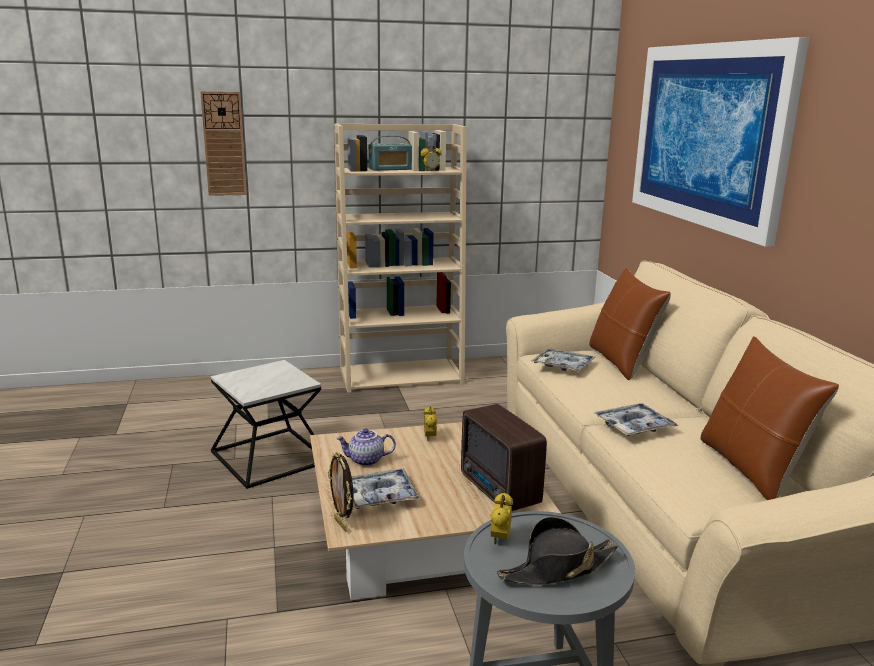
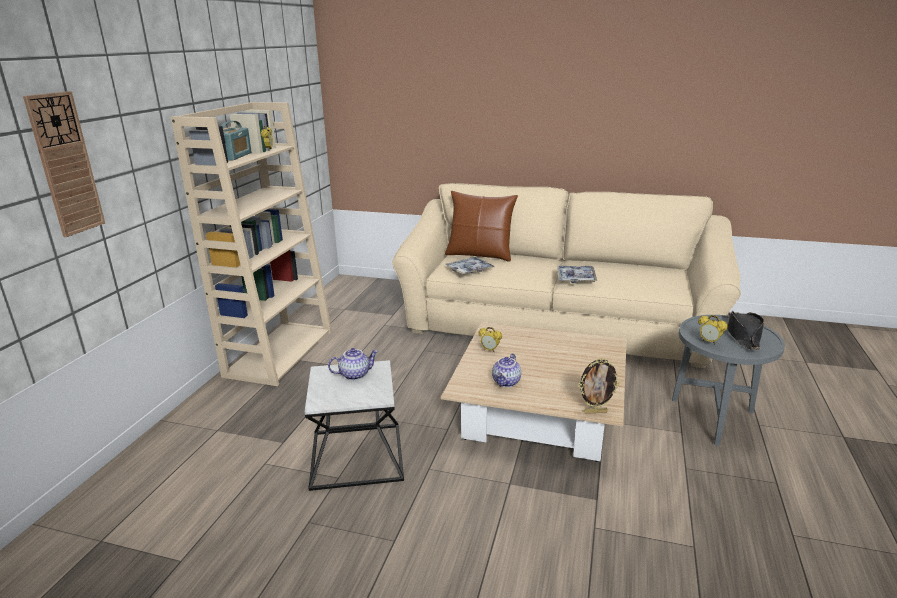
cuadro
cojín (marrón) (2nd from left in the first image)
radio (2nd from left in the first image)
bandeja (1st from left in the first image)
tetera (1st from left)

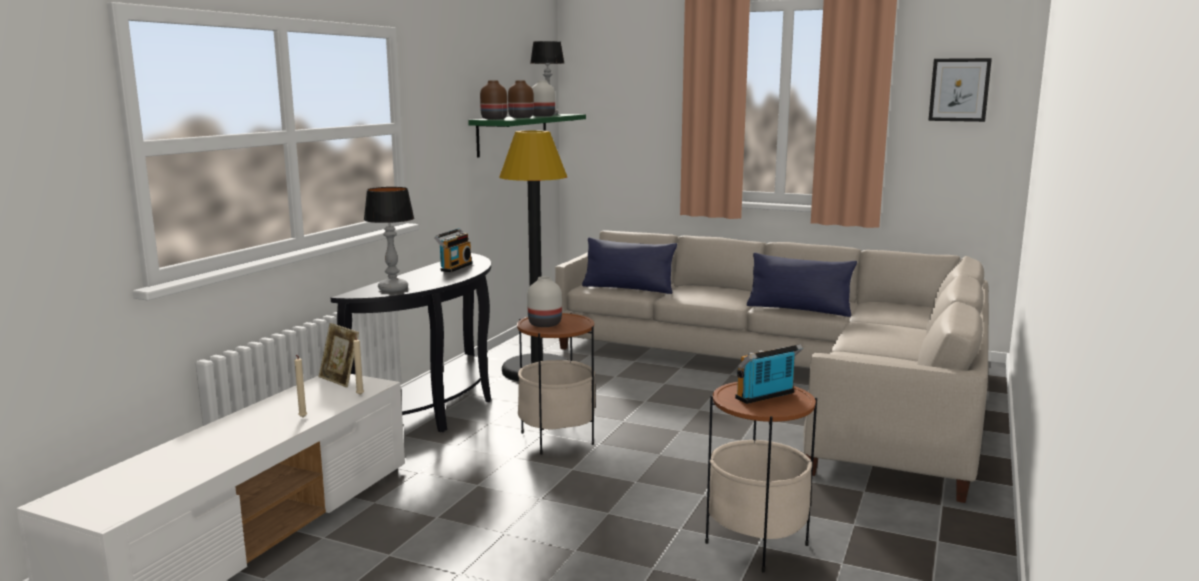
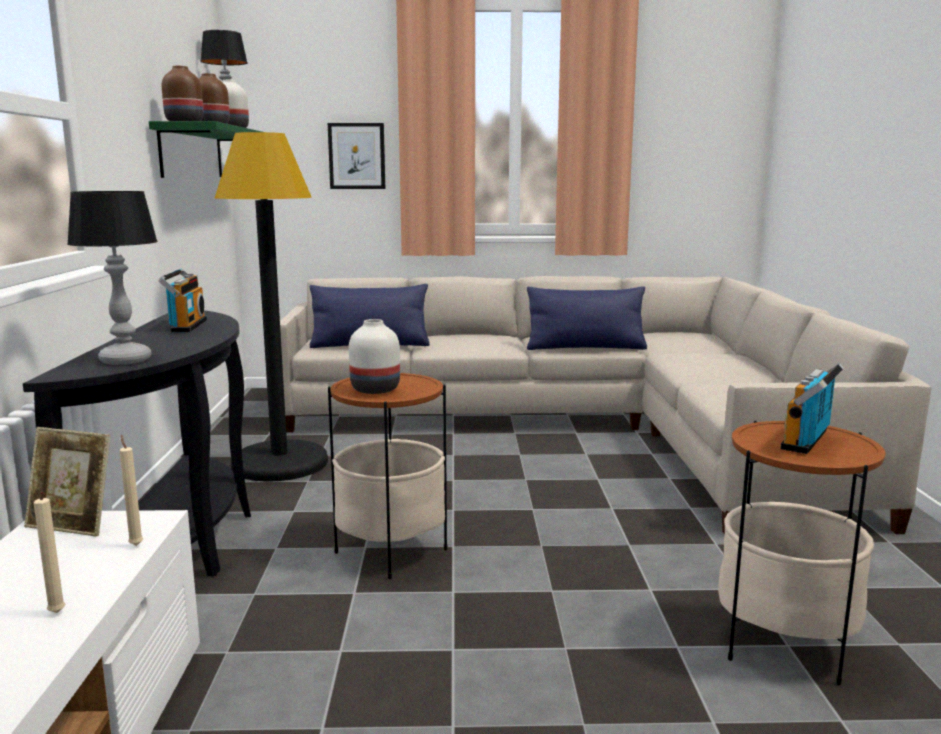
cuadro

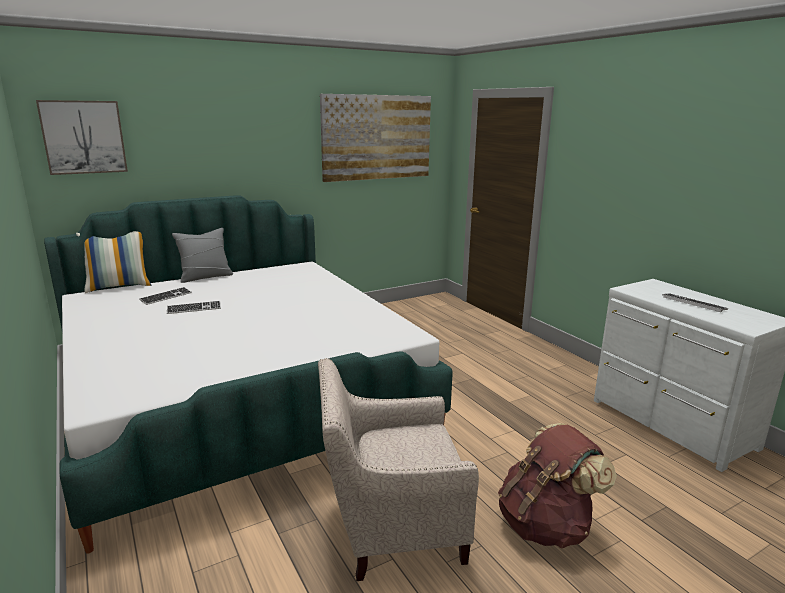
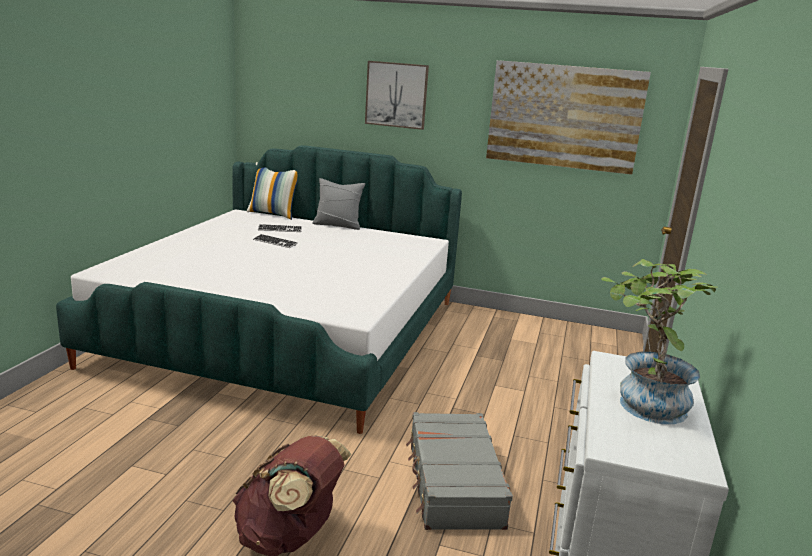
cuadro (1st from left)
planta en maceta
sillón (beis)
maleta (gris)

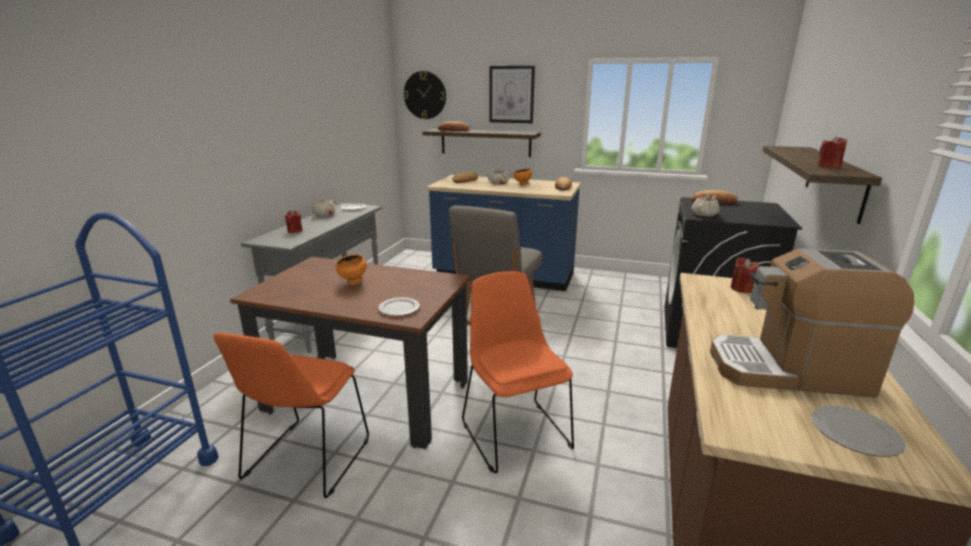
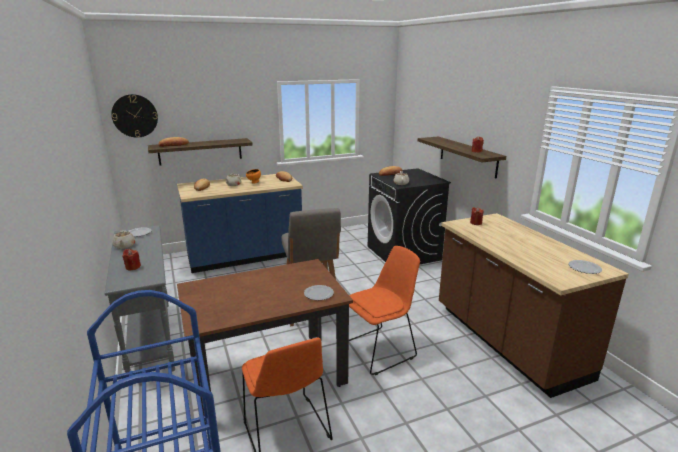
cuadro
cafetera
cuenco (naranja) (1st from left in the first image)
silla (naranja) (2nd from left)

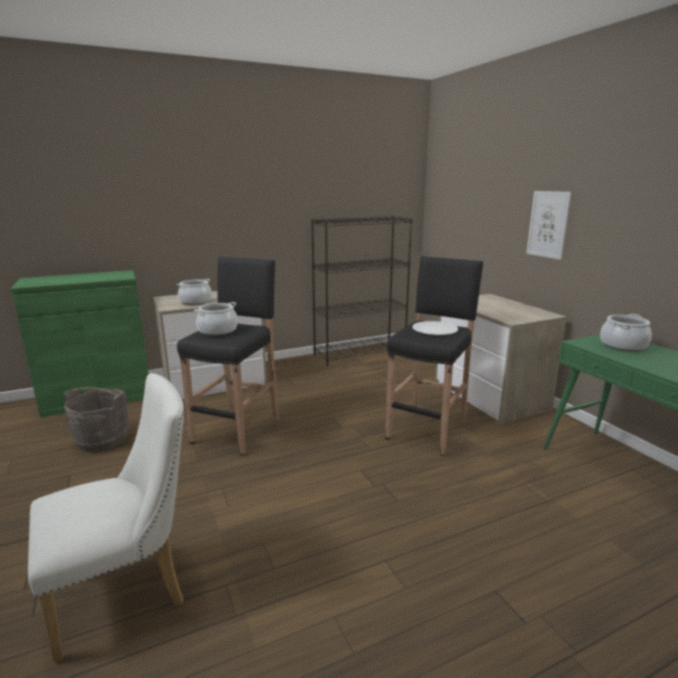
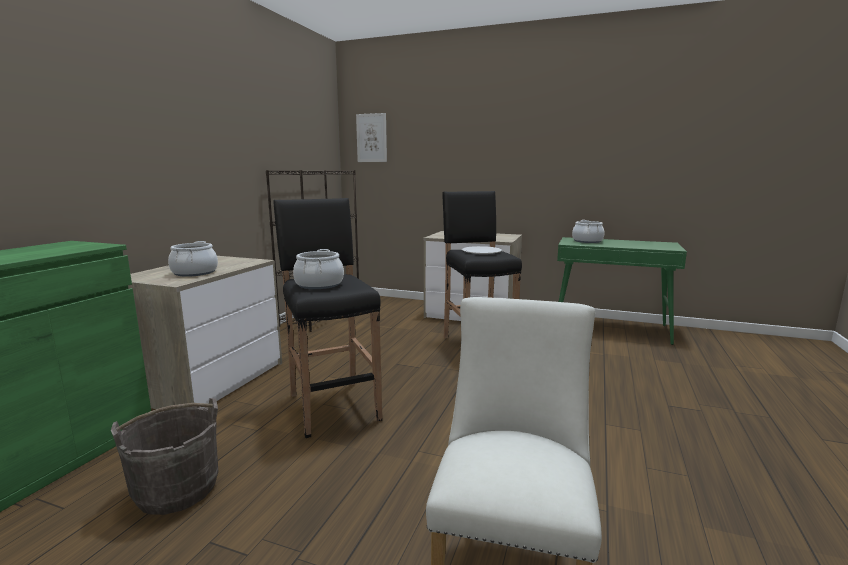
cuadro

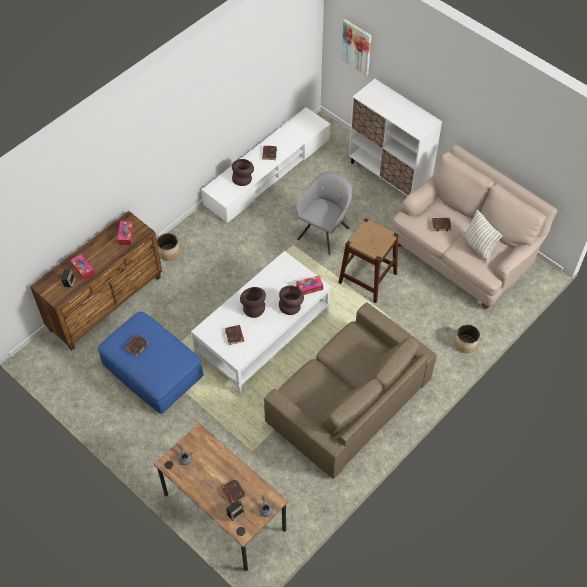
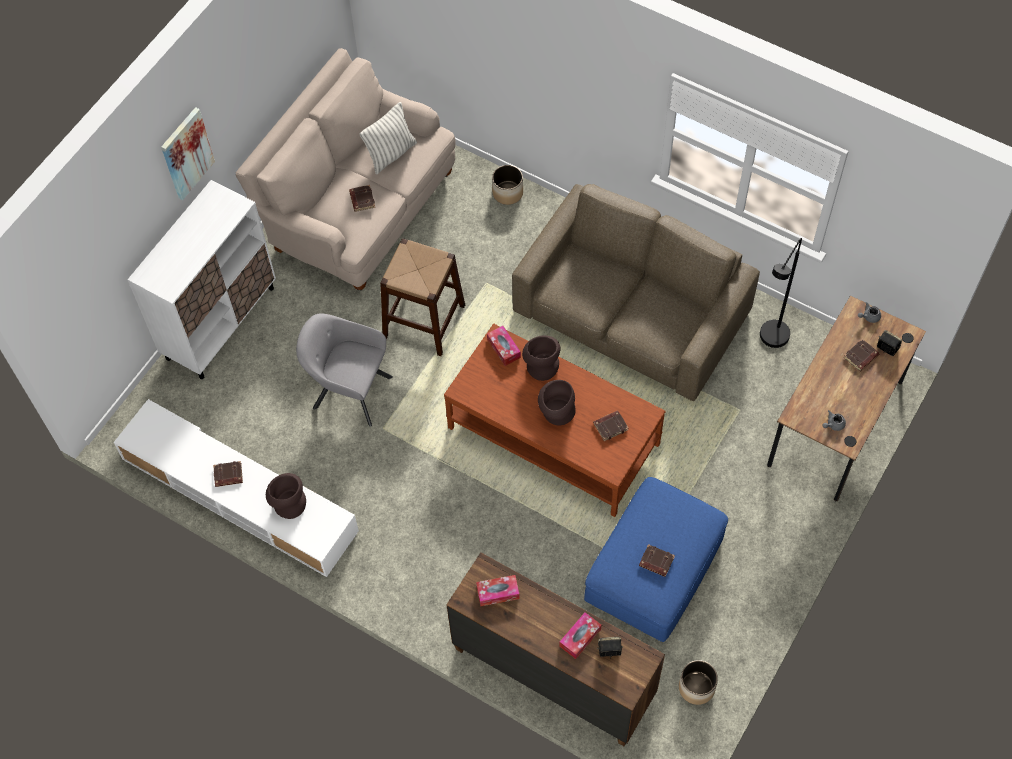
cuadro
maceta (2nd from left)
mesa de centro (marrón)
lámpara de pie (negro)

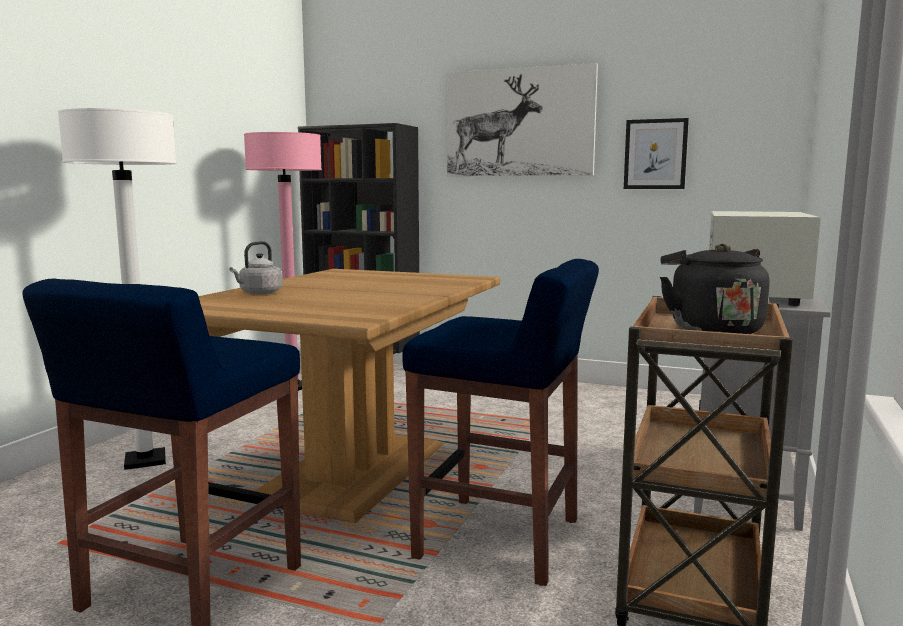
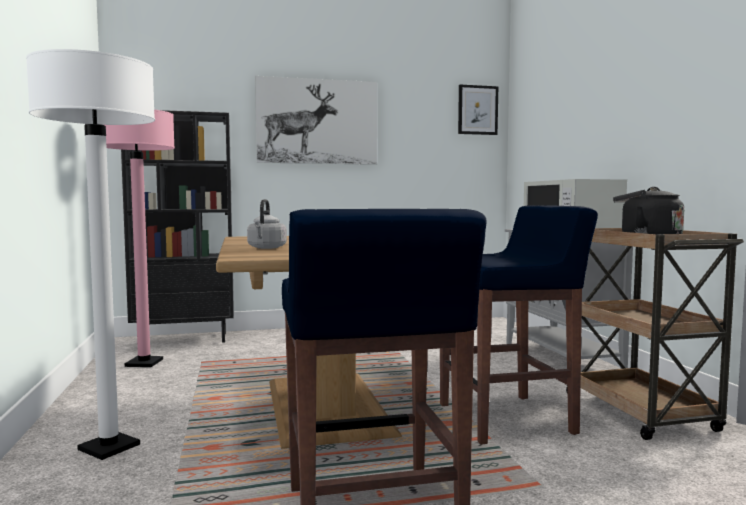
cuadro (2nd from left)

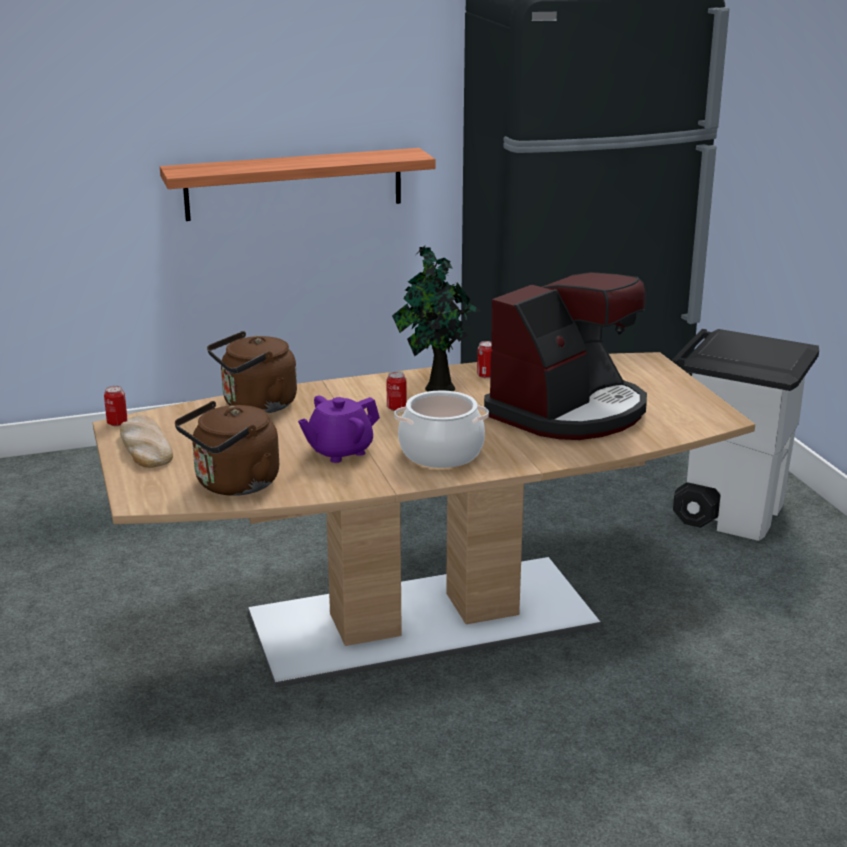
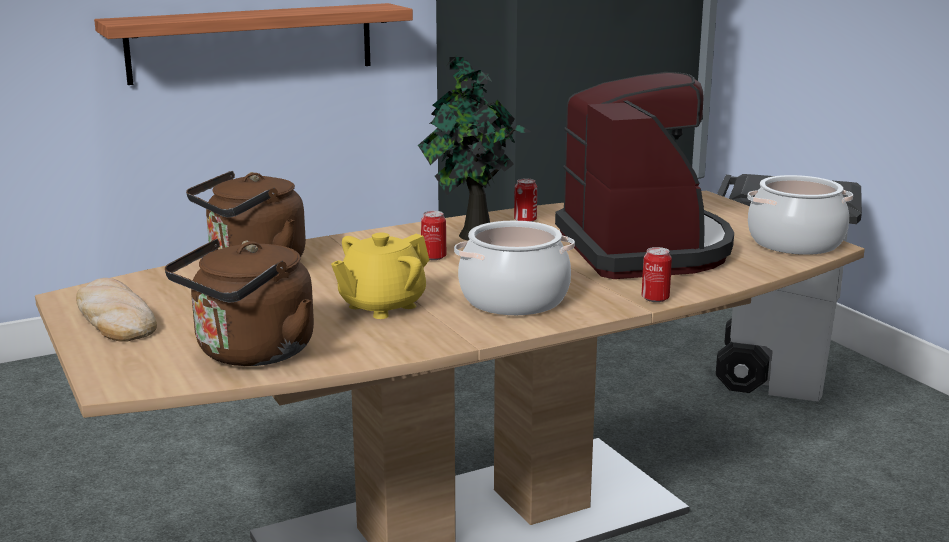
cafetera
lata (3rd from left)
tetera (amarillo)
olla (2nd from left)

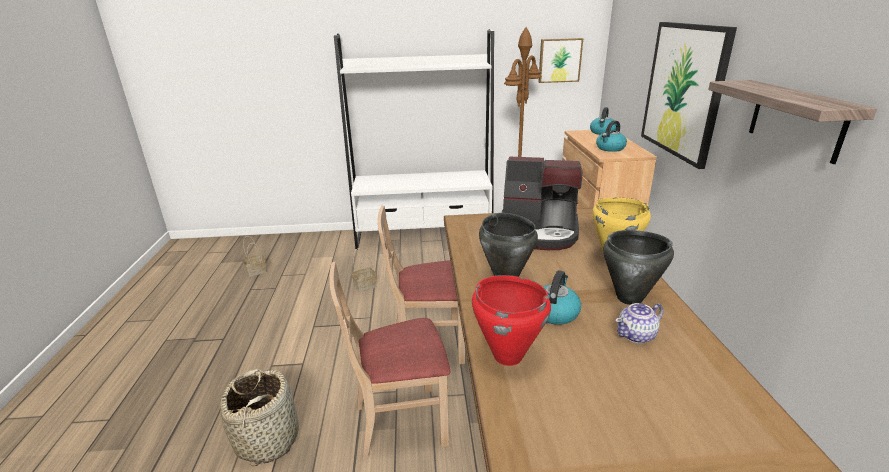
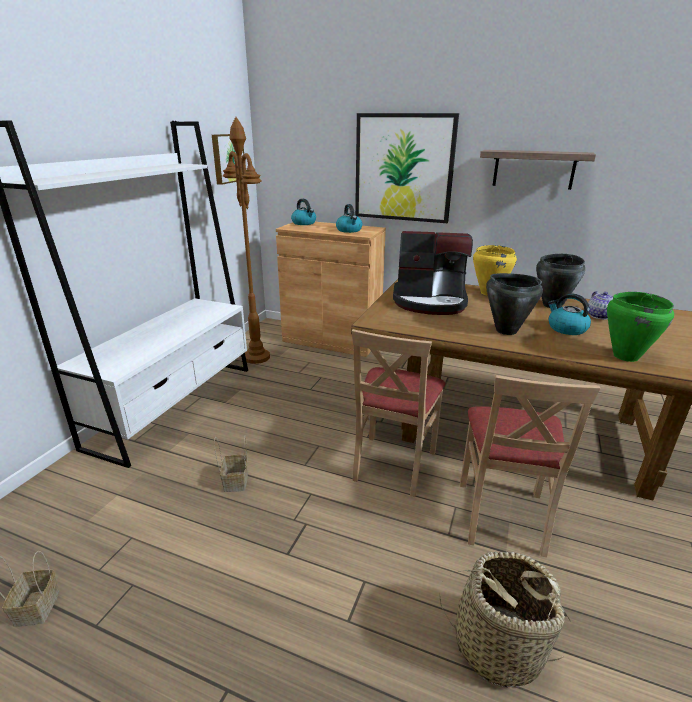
cafetera
olla (verde)

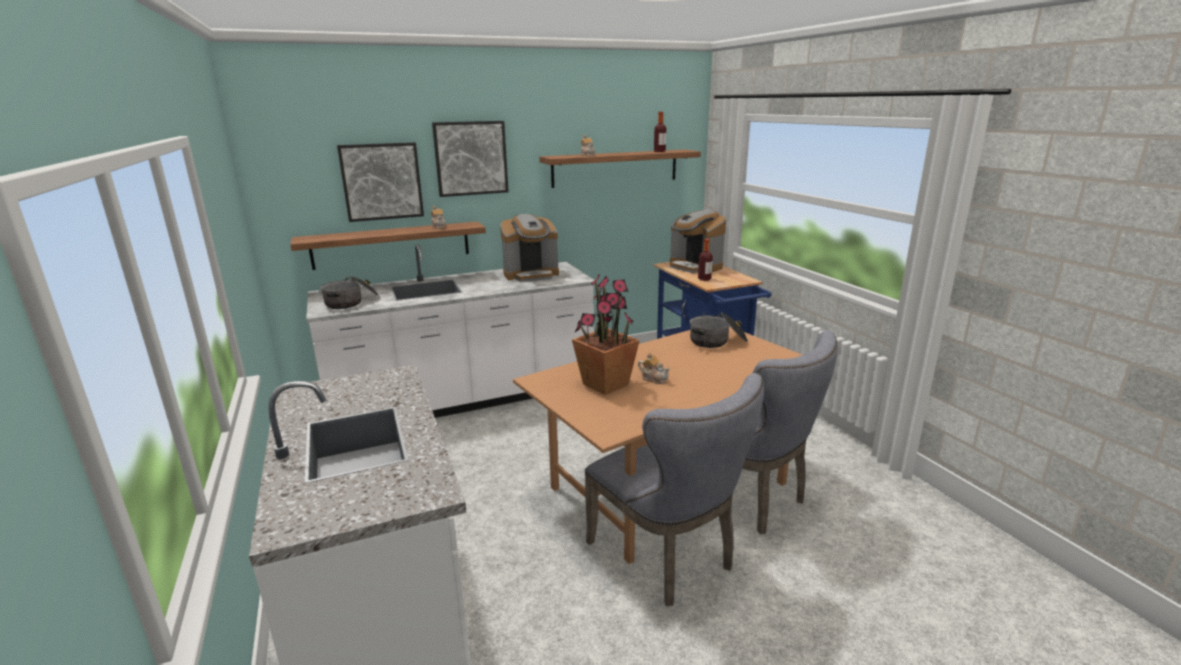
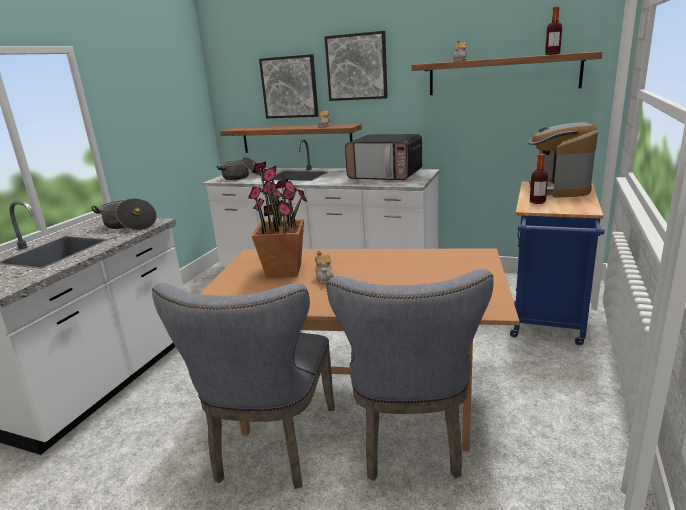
microondas
olla (1st from left)

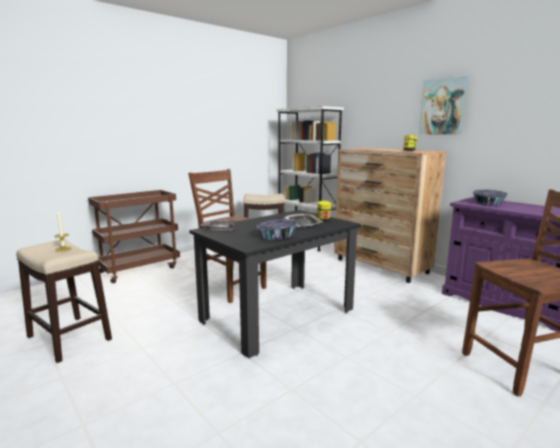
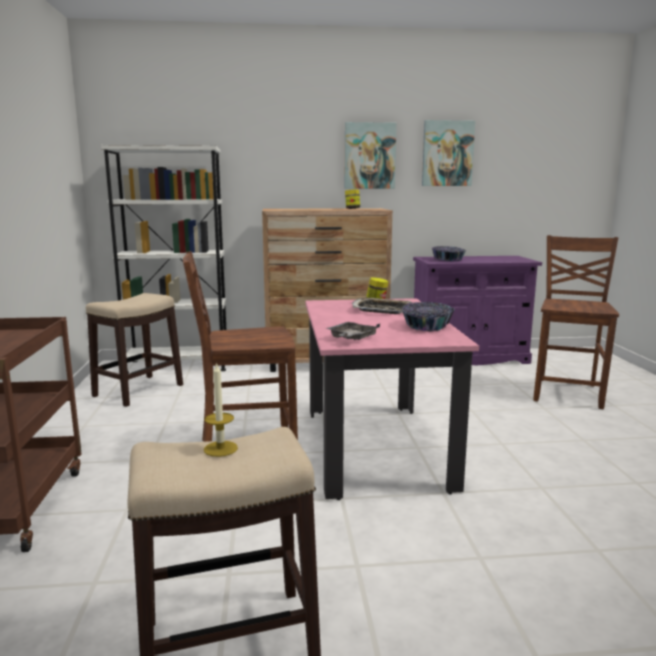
mesa de comedor (rosa)
cuadro (2nd from left)

